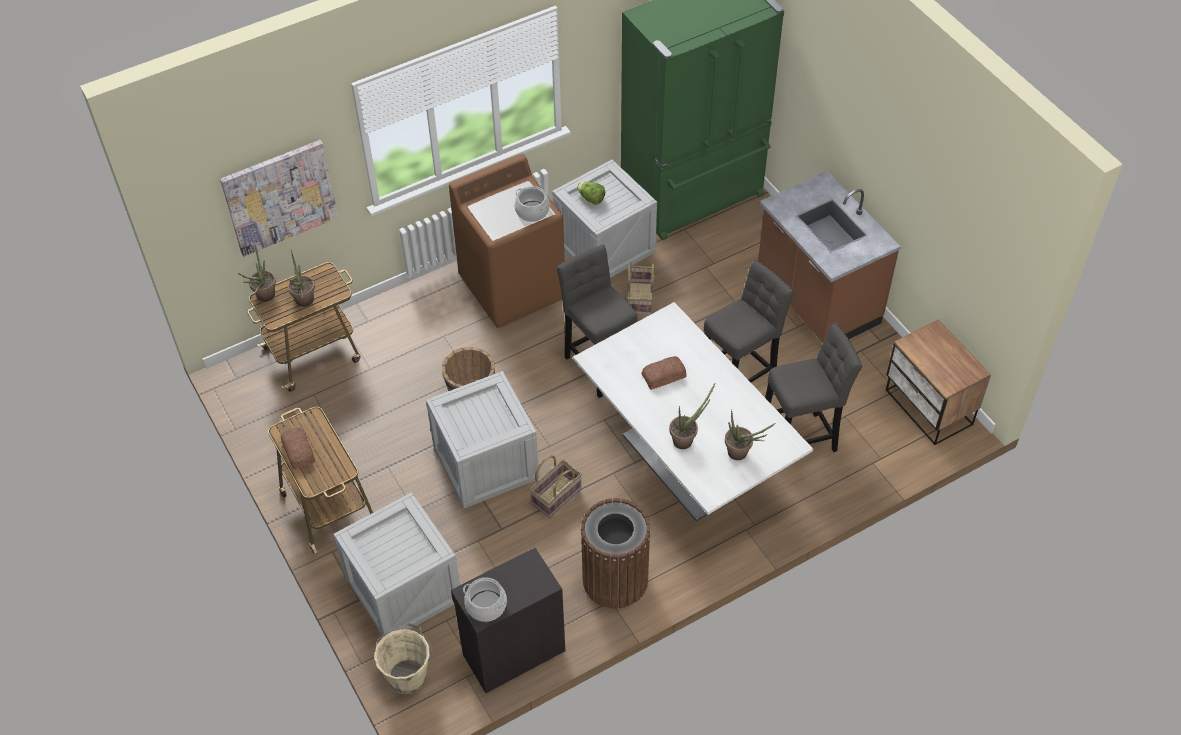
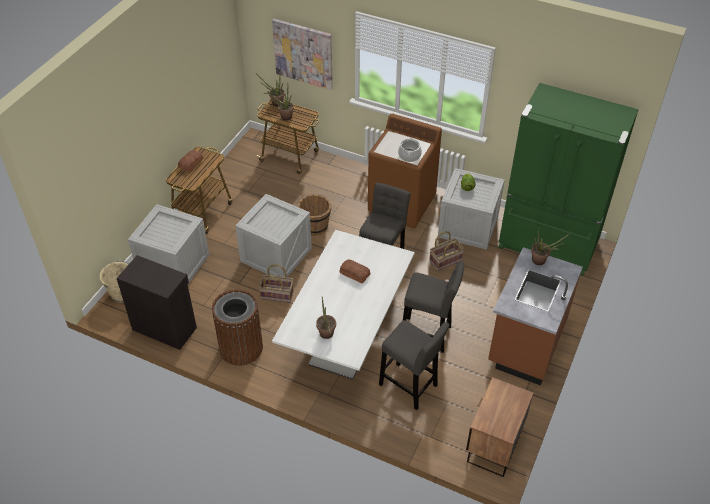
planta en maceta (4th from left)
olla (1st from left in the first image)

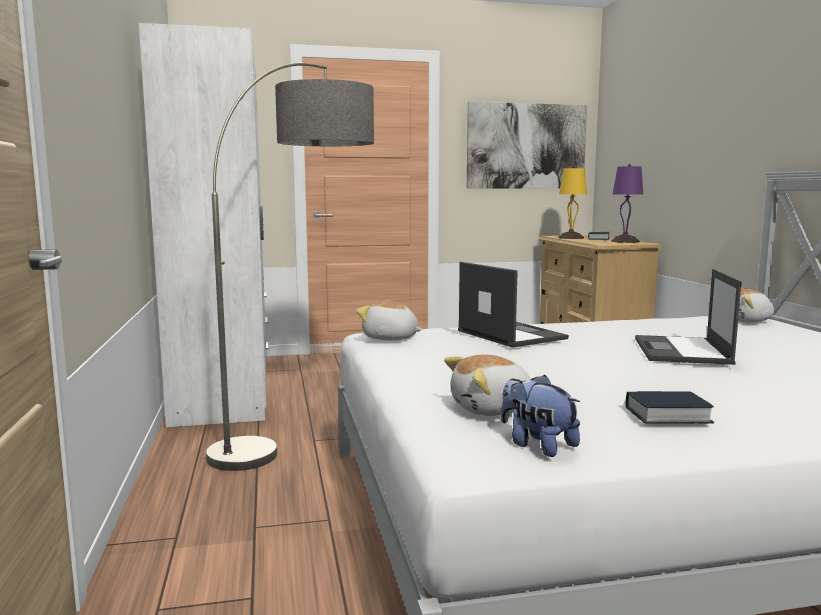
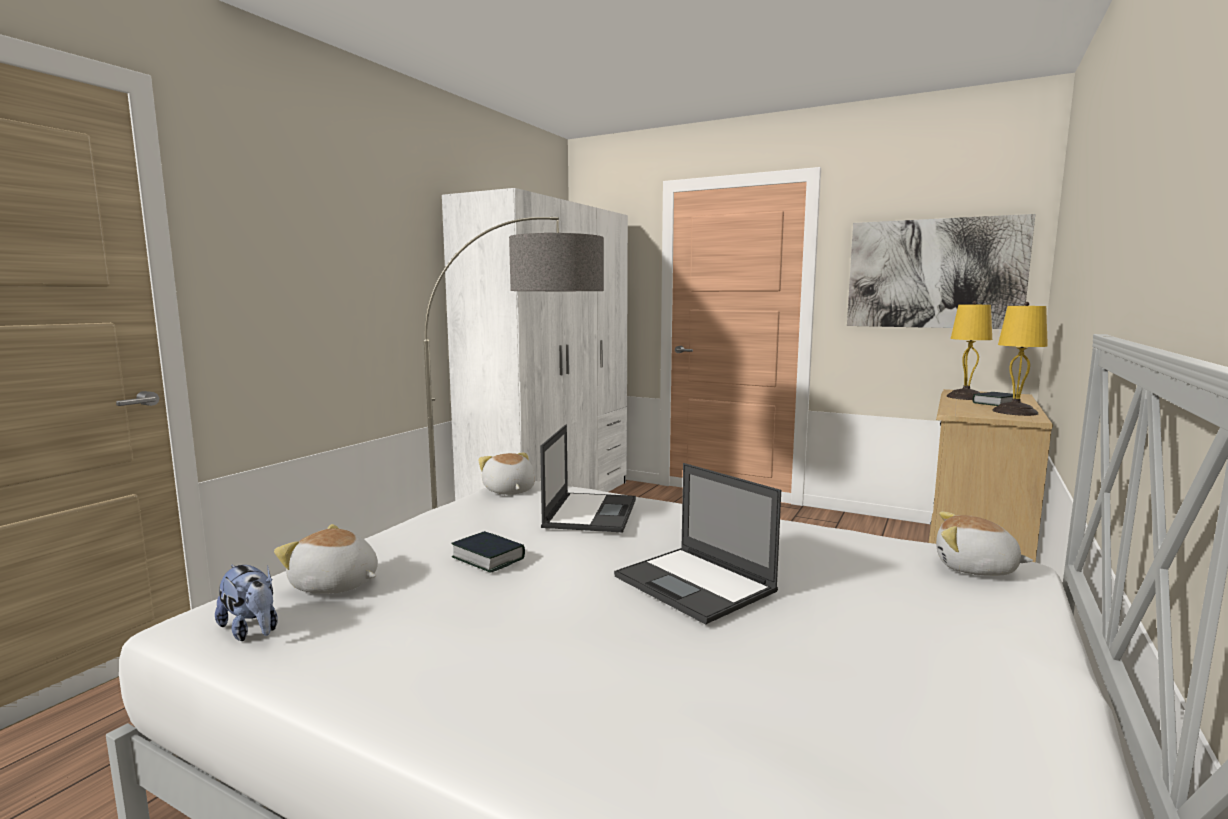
lámpara de mesa (amarillo) (2nd from left)
portátil (2nd from left)
peluche (1st from left)
libro (1st from left)

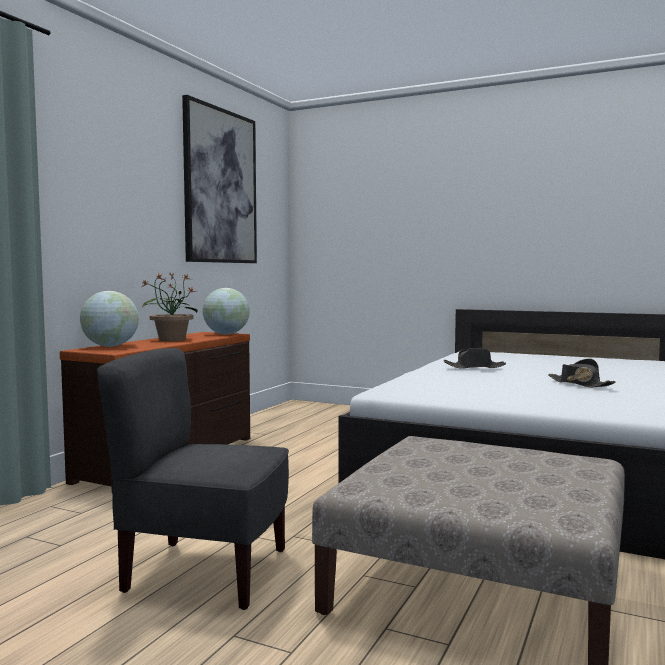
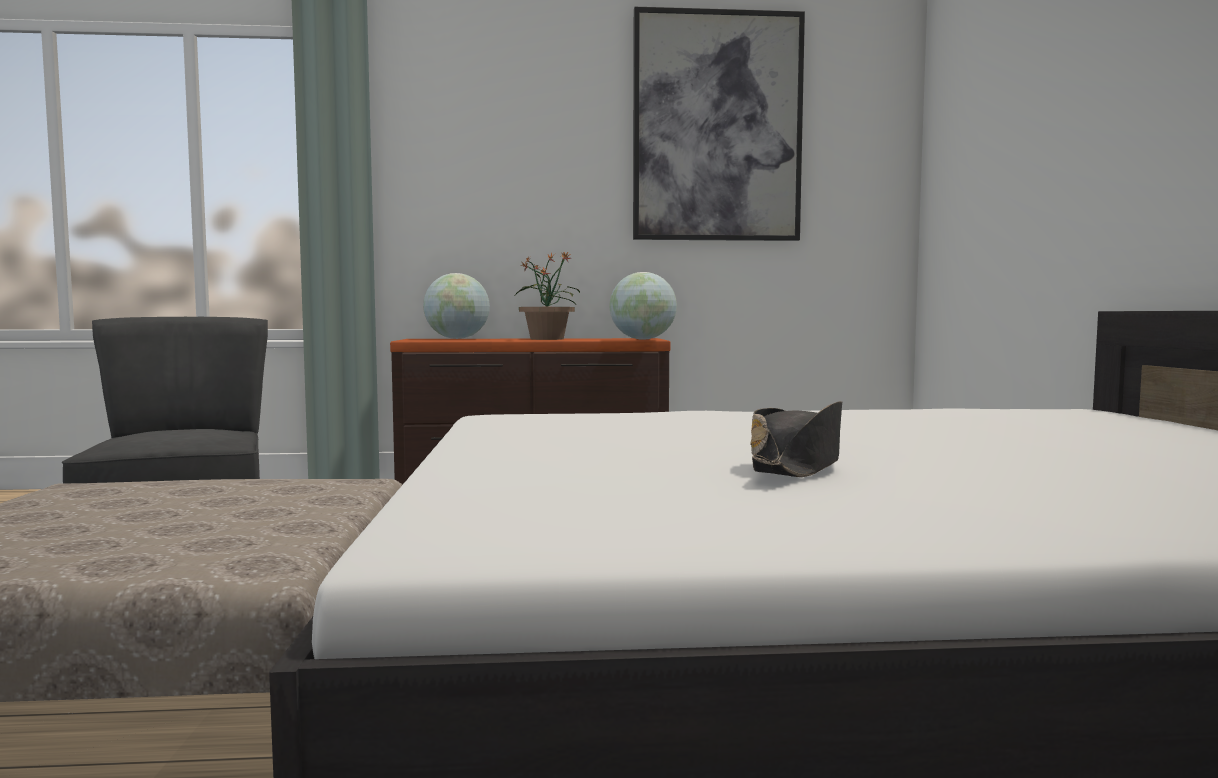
sombrero (negro) (1st from left in the first image)

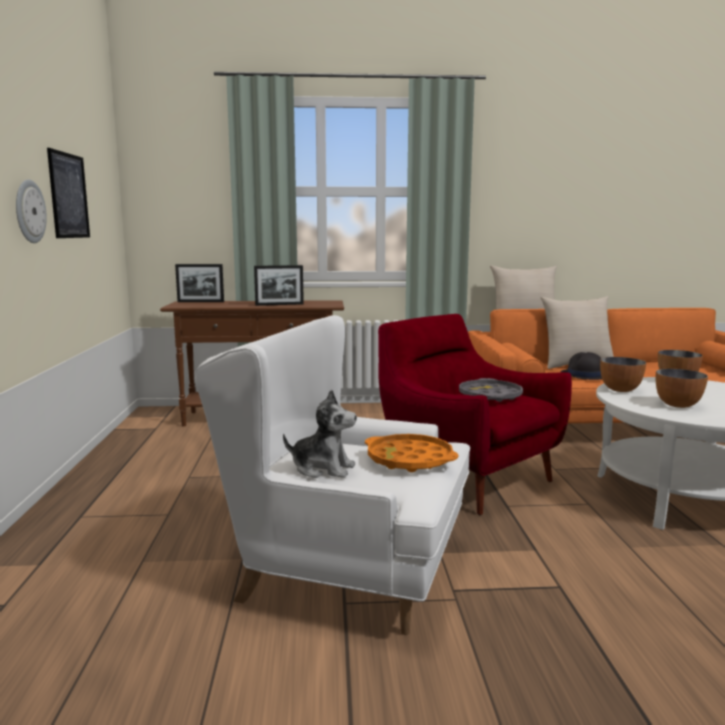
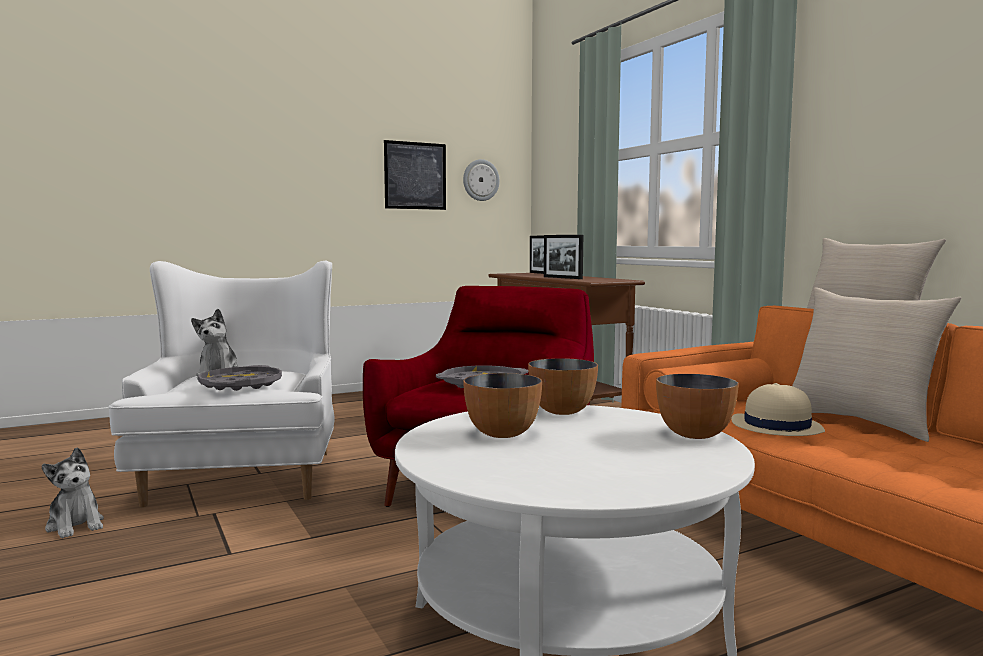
reloj de pared
sombrero (beis)
bandeja (gris) (1st from left)
peluche (1st from left)

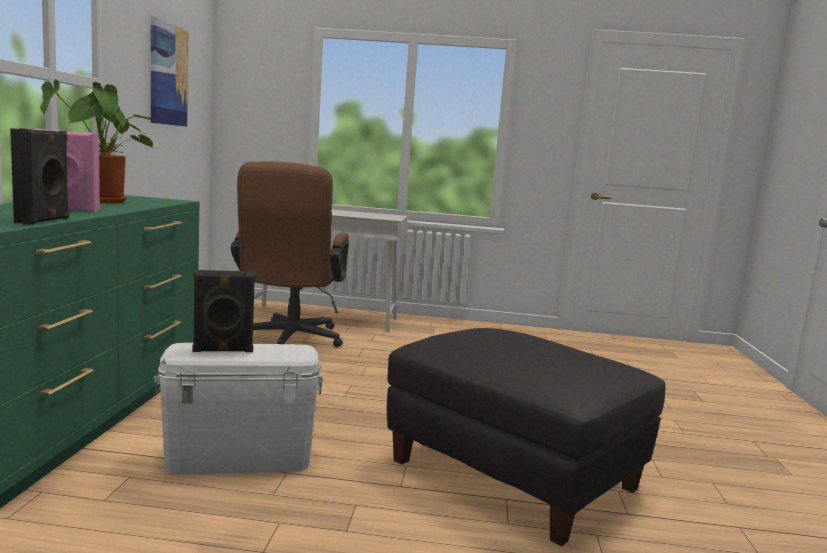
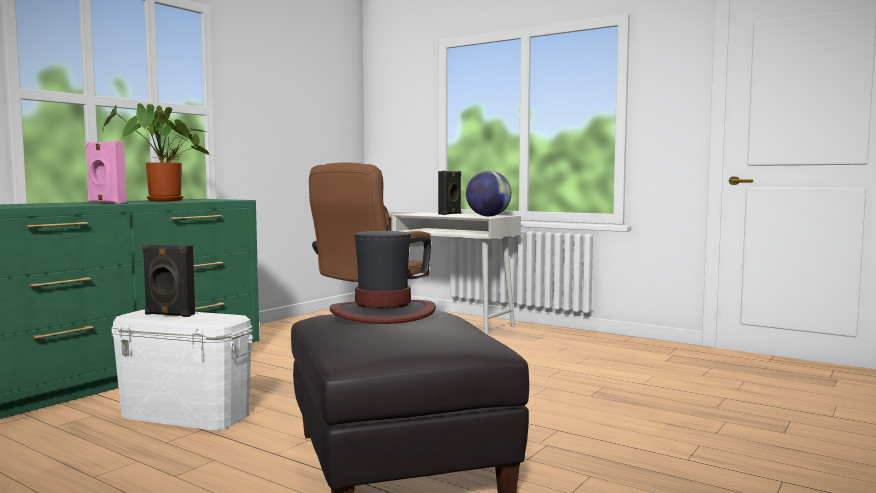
cuadro
altavoz (negro) (2nd from left)
globo terráqueo
sombrero

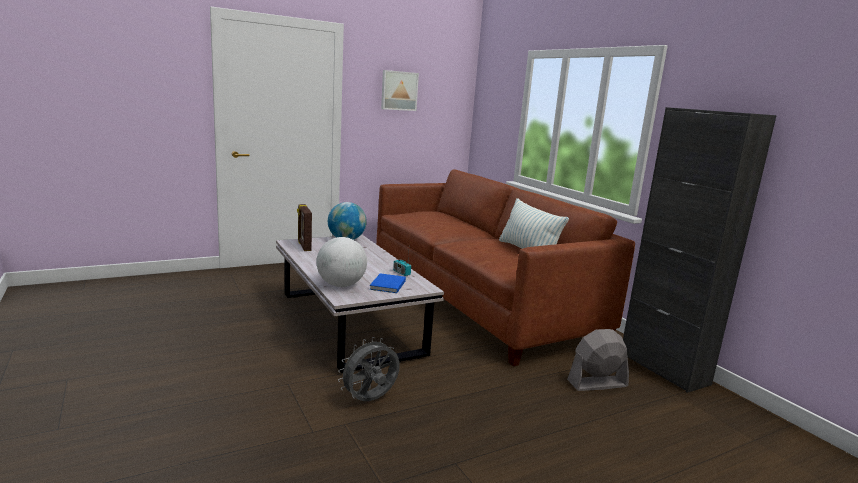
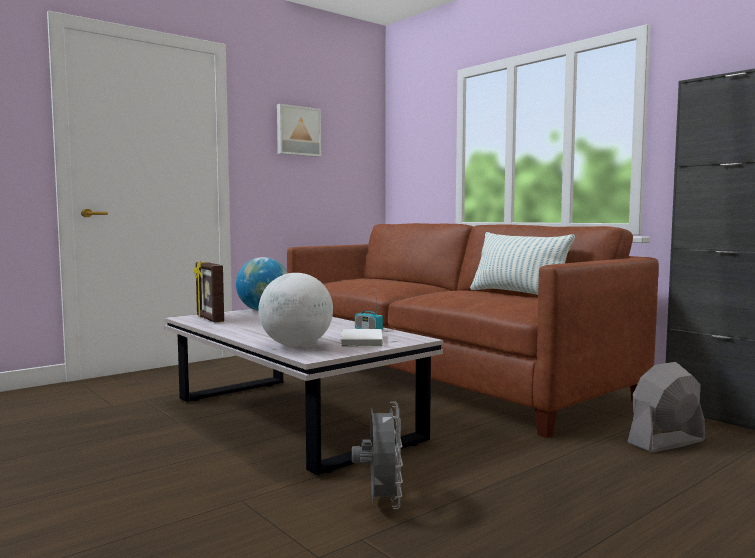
libro (blanco)
ventilador (gris) (1st from left)

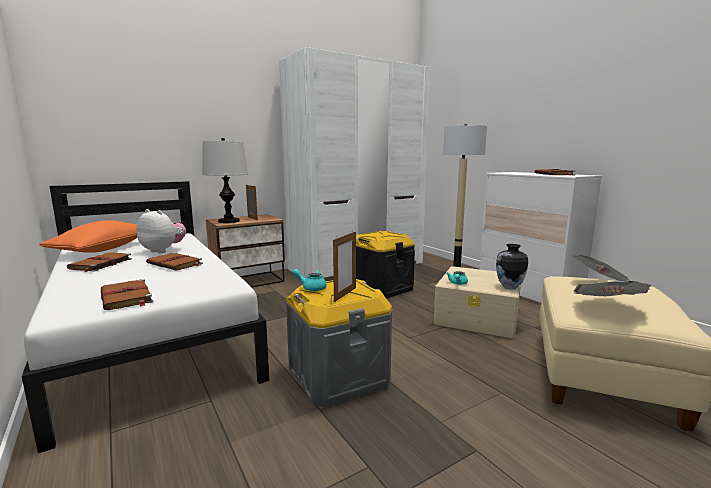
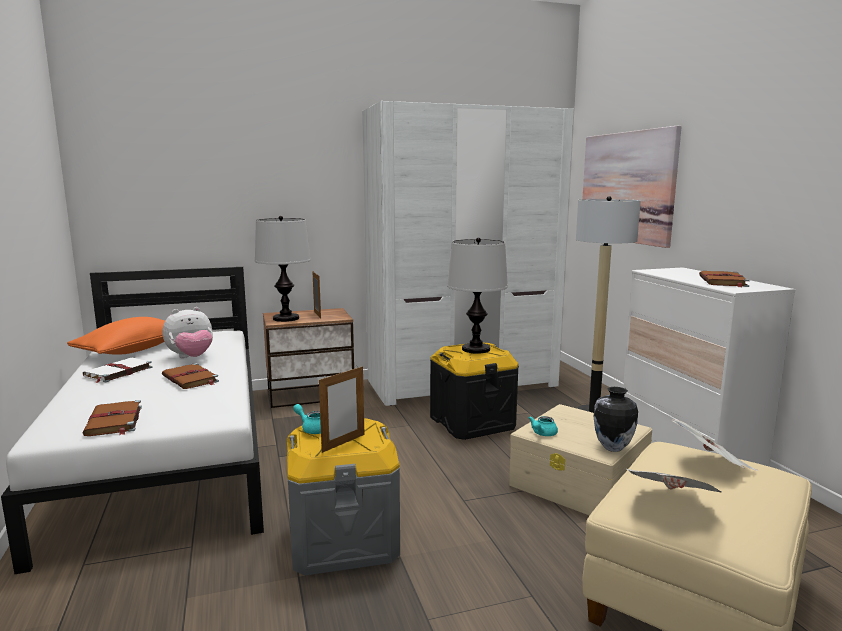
peluche
libro (blanco)
cuadro
lámpara de mesa (2nd from left)

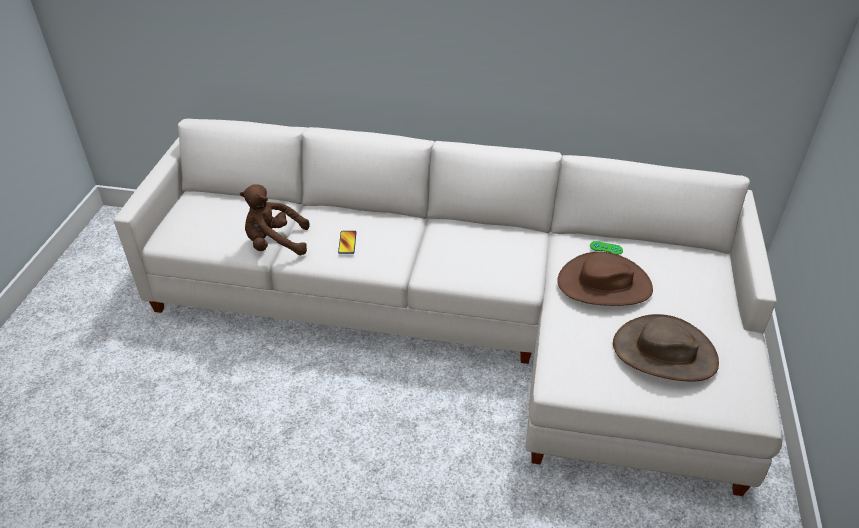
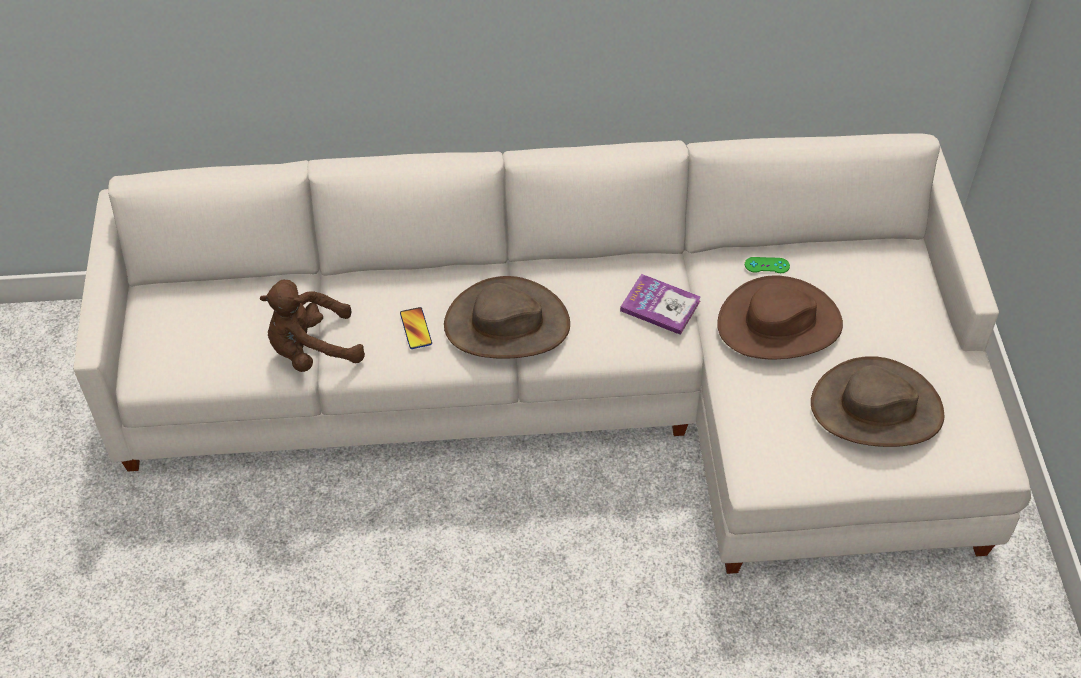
libro
sombrero (marrón) (1st from left)

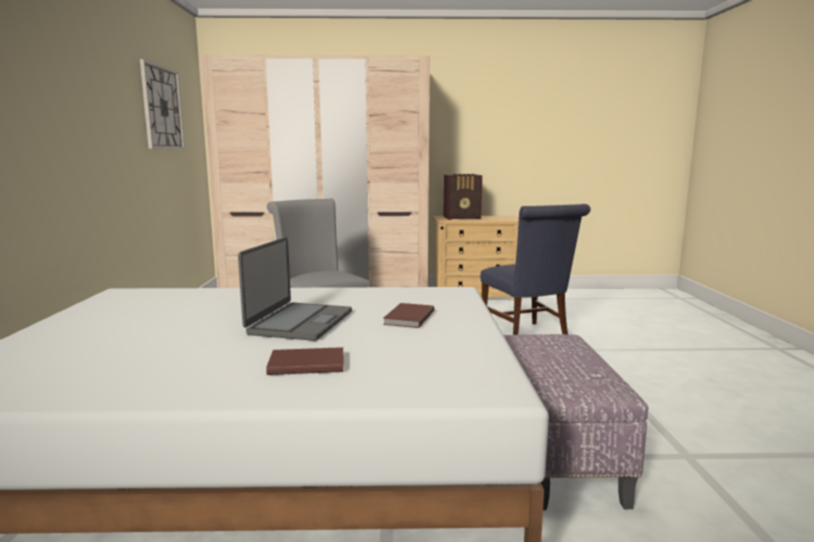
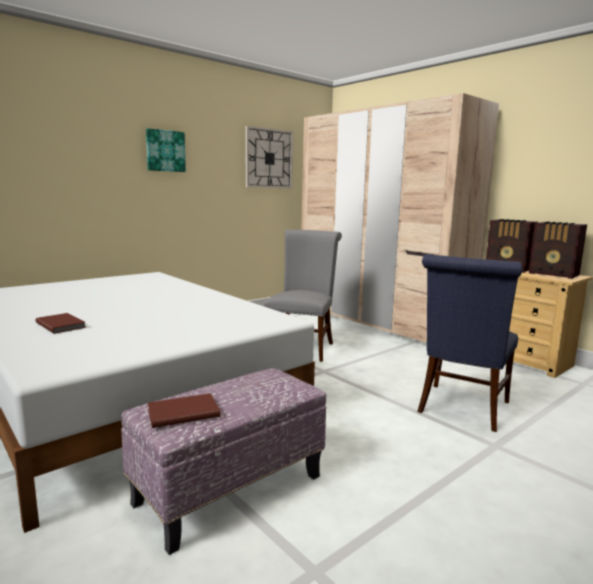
portátil
libro (marrón) (2nd from left)
cuadro
radio (2nd from left)

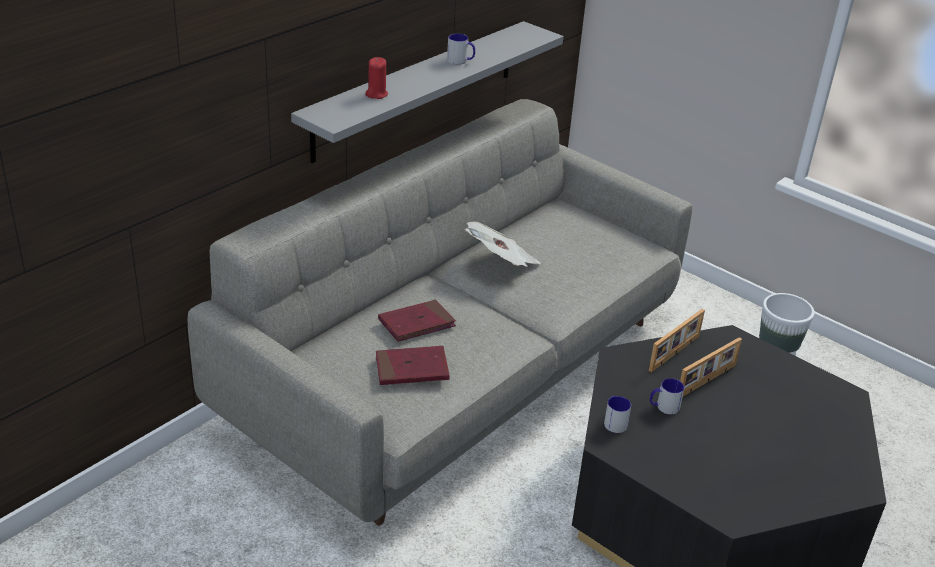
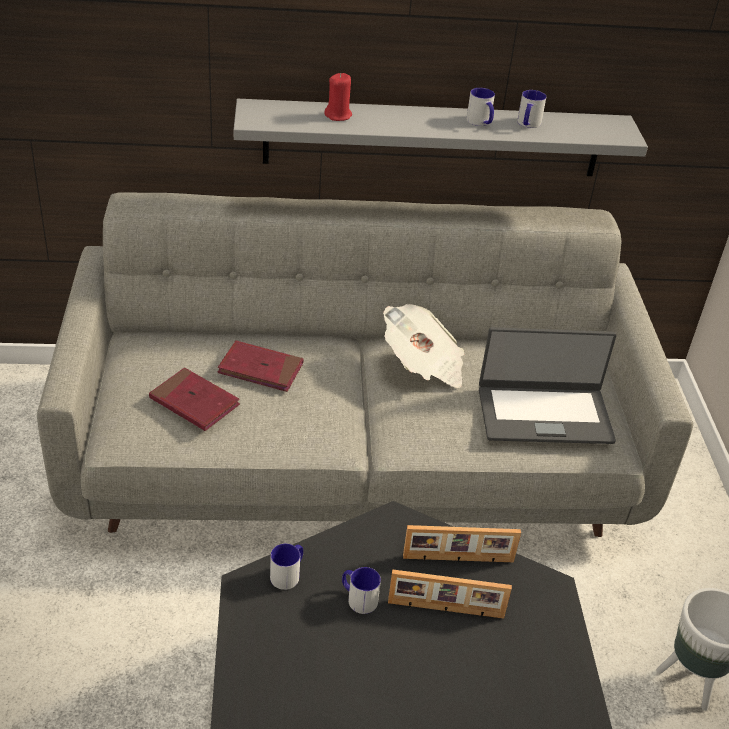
taza grande (4th from left)
portátil

